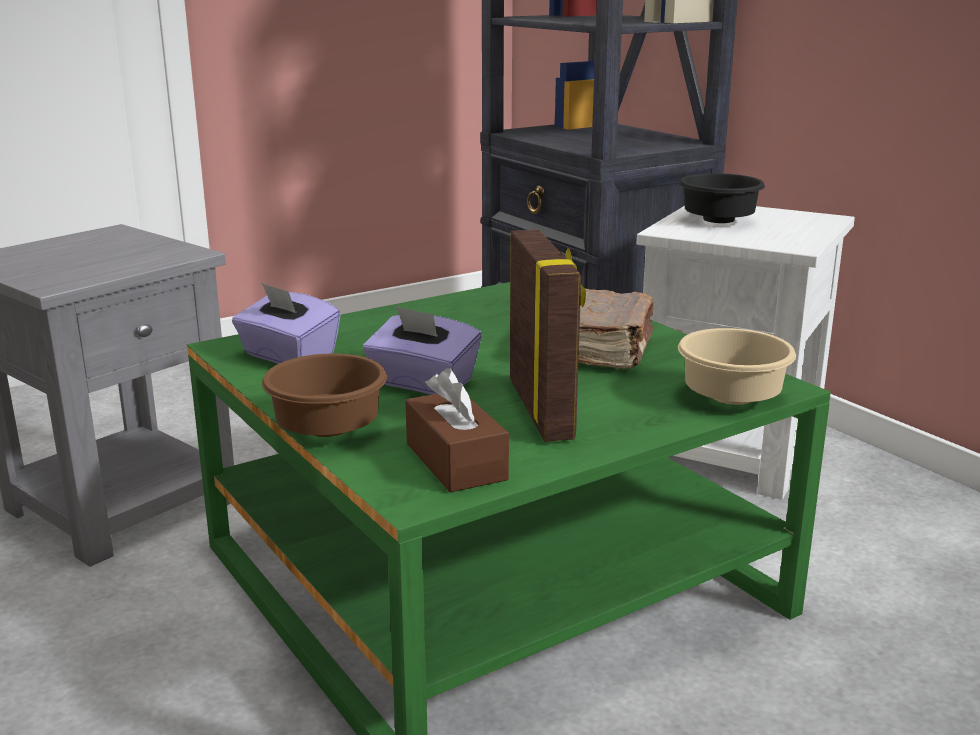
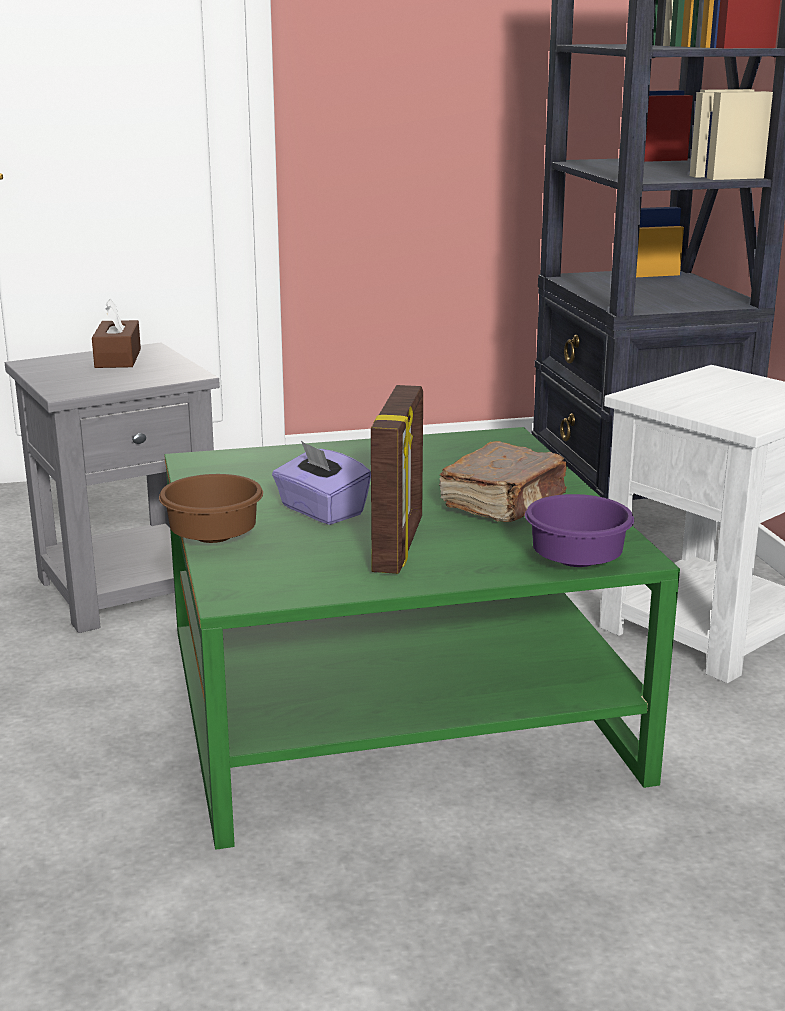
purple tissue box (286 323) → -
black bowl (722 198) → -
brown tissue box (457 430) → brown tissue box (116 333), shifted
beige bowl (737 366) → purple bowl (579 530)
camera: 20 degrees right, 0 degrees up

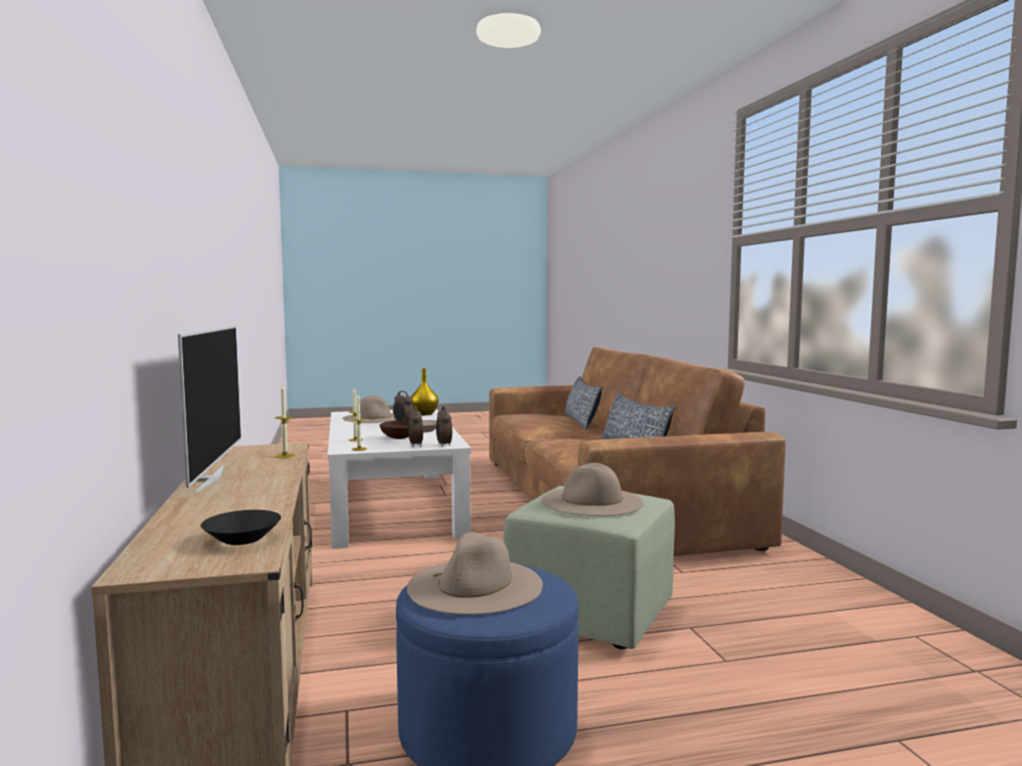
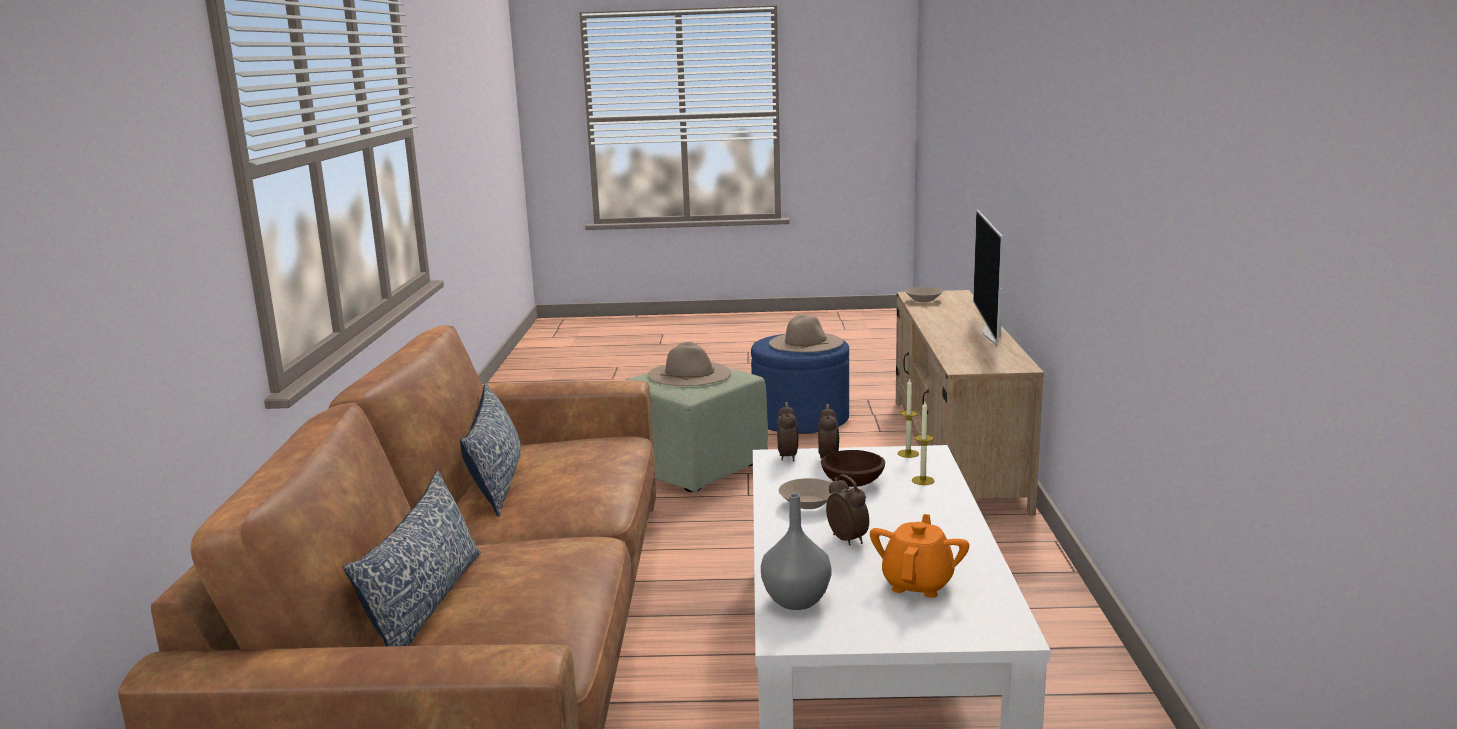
candle (285 421) → -
beige hat (369 409) → orange teapot (919 556)
black bowl (241 527) → beige bowl (924 294)
yellow vase (424 391) → grey vase (796 552)
camera: 165 degrees left, 10 degrees up

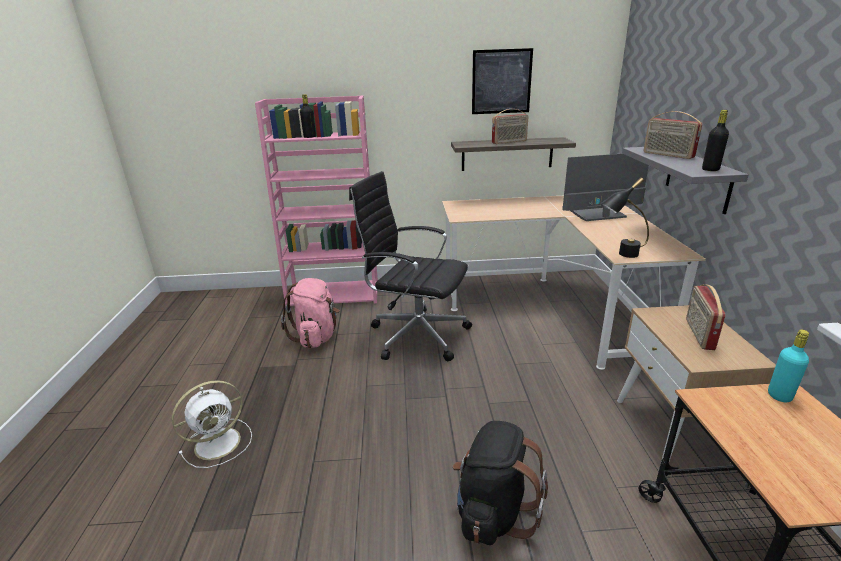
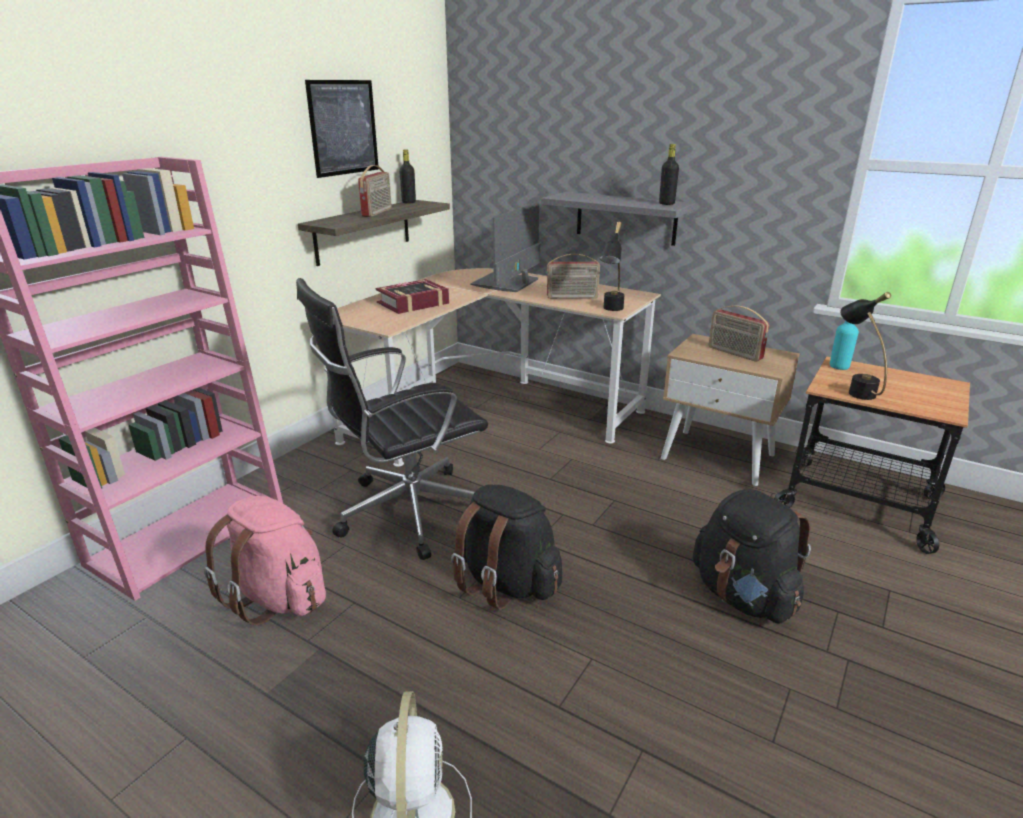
- → book (412 296)
- → black backpack (506 547)
- → black table lamp (865 346)
black bottle (308 116) → black bottle (407 177), shifted
radio (673 135) → radio (573 276), shifted
camera: 55 degrees left, 0 degrees up

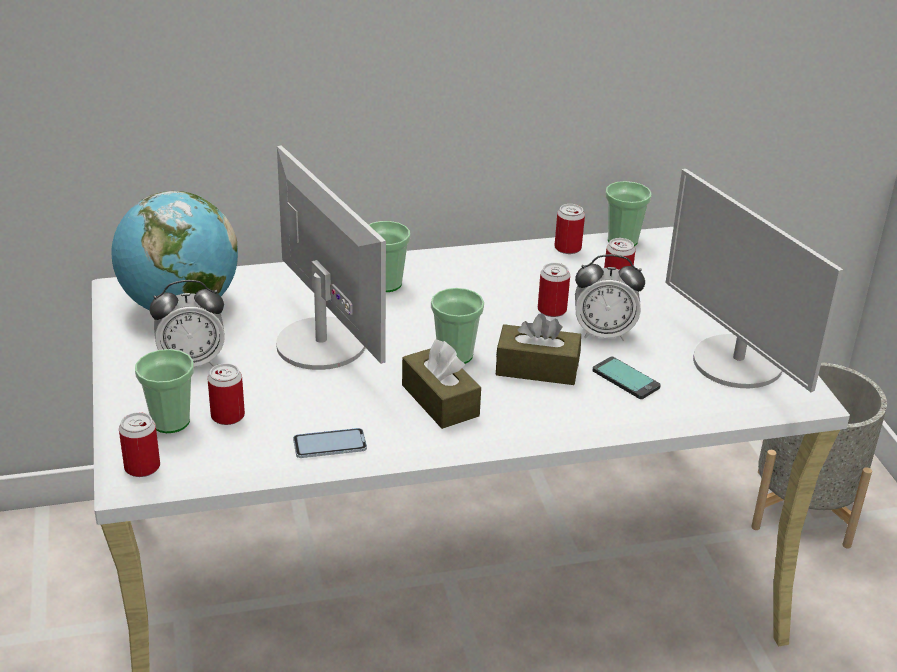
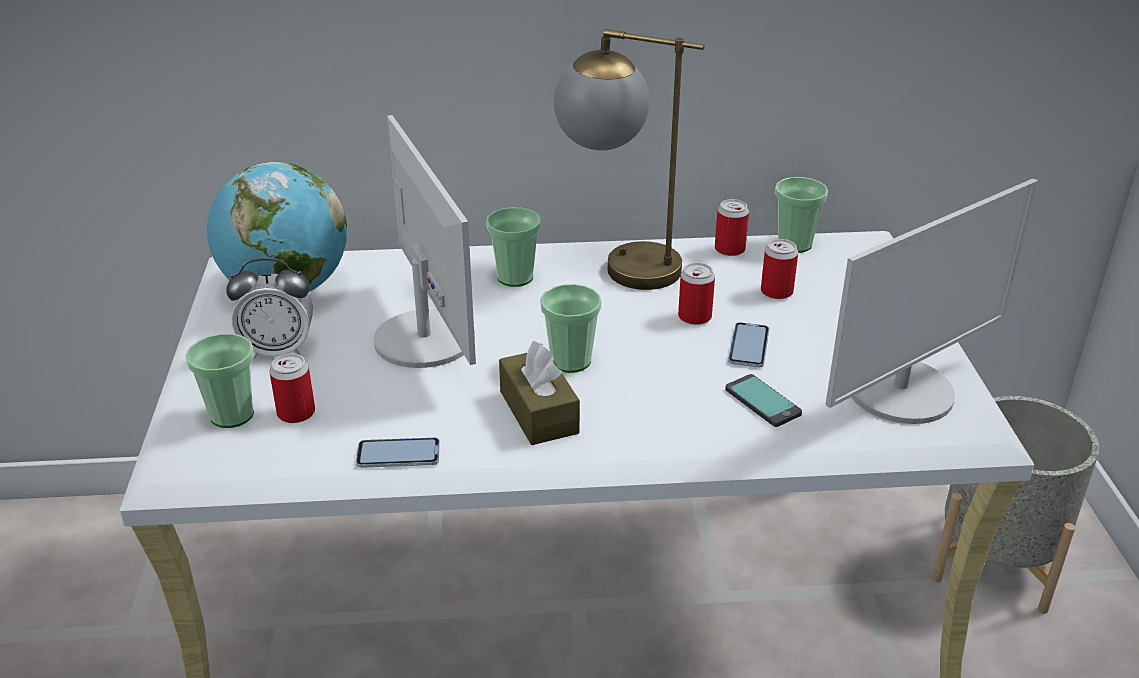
can (139 444) → -
brown tissue box (538 349) → -
- → table lamp (629 159)
alarm clock (610 297) → phone (748 344)
monitor (754 280) → monitor (931 301), 105 degrees counterclockwise
camera: 10 degrees right, 0 degrees up

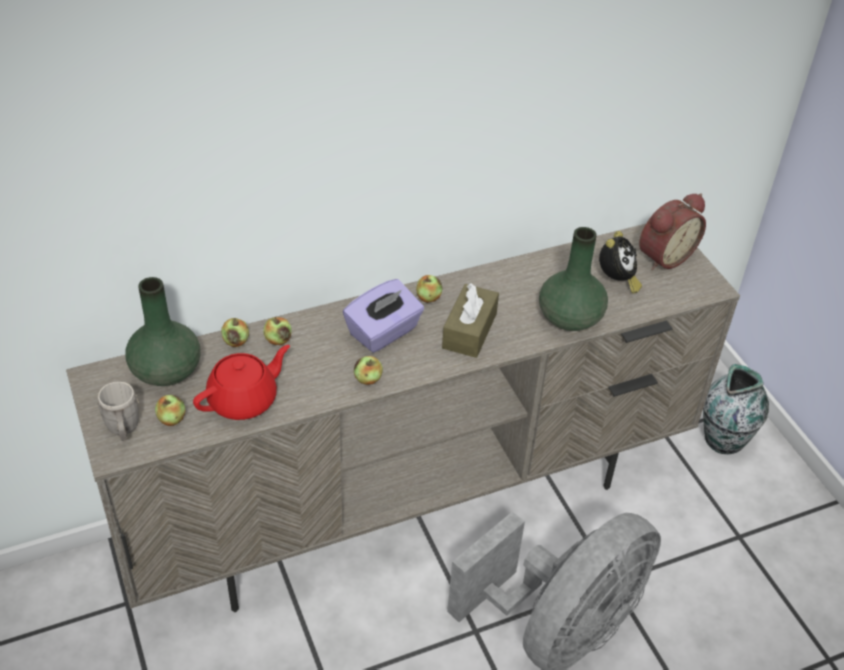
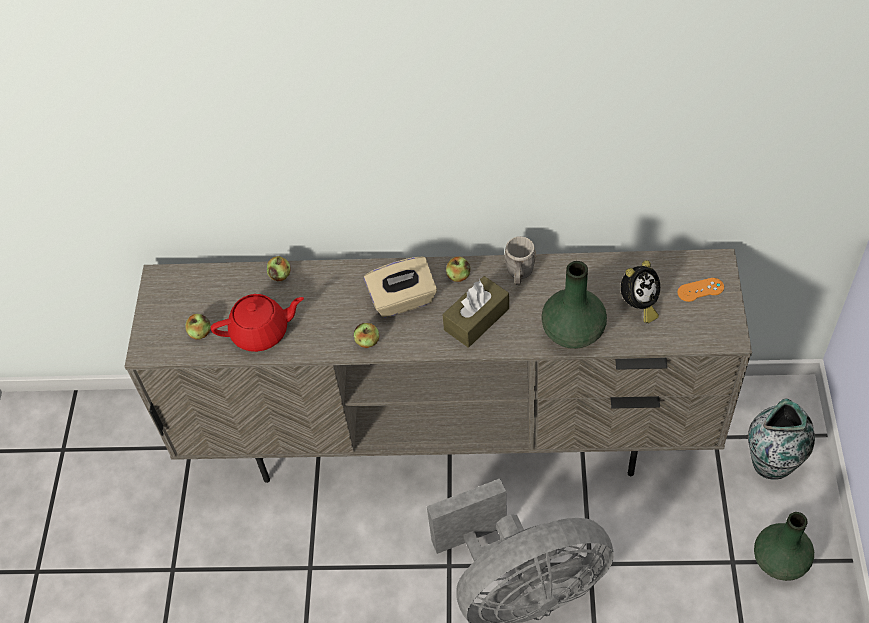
apple (277 331) → -
grey mug (118 411) → grey mug (520 260), shifted
green vase (163 331) → green vase (784 546), shifted
alarm clock (672 231) → orange game controller (701 290)
purple tissue box (383 316) → beige tissue box (400 287)
camera: 30 degrees right, 10 degrees up

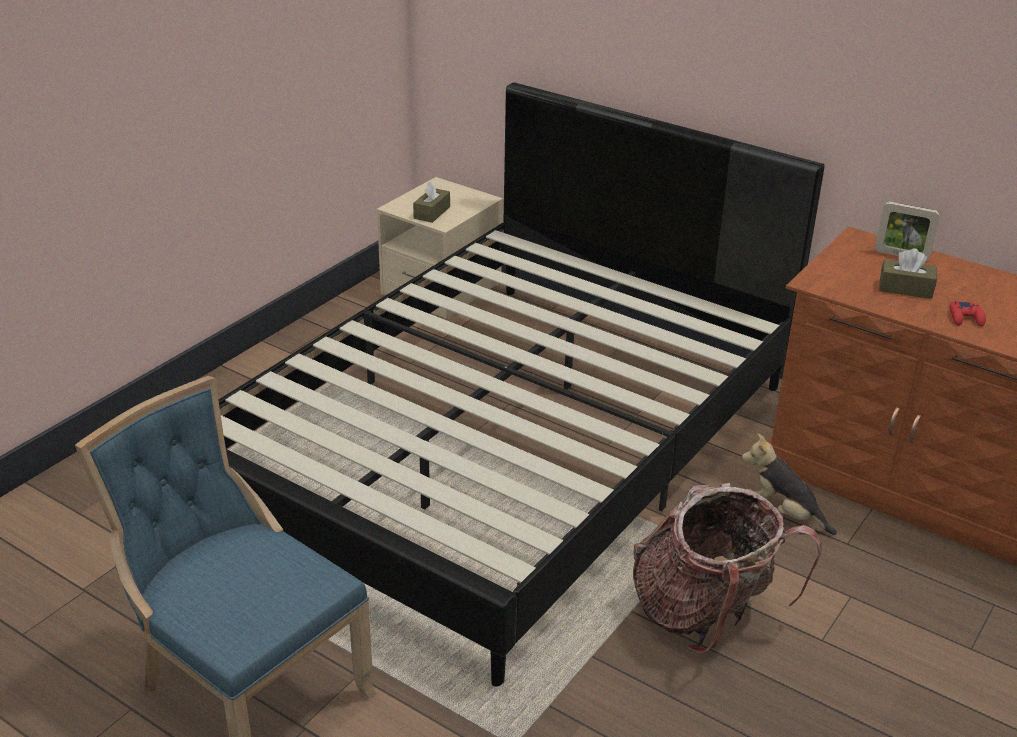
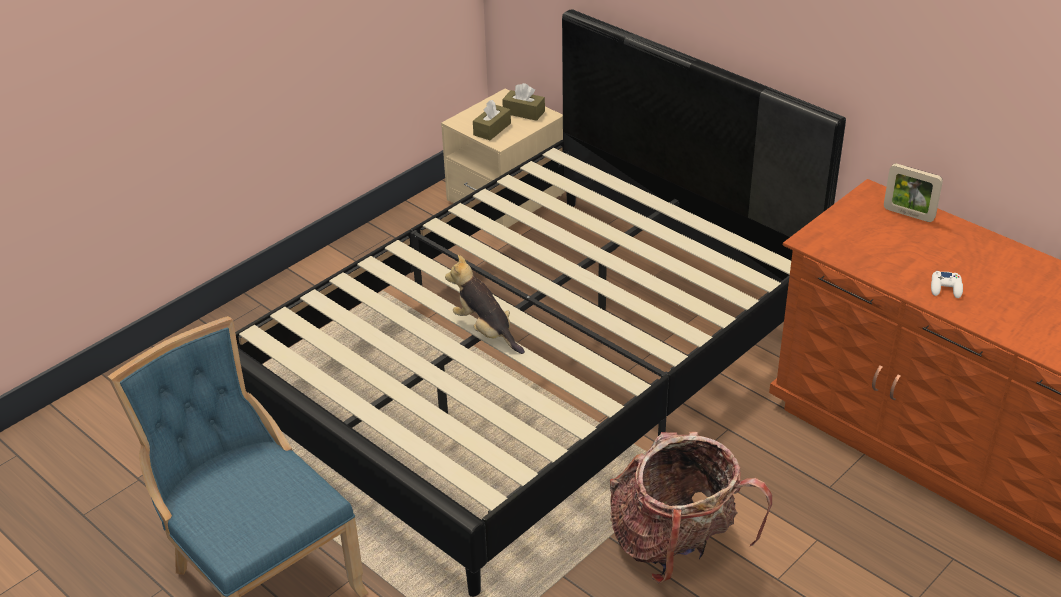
plush toy (789 484) → plush toy (485 304), shifted
brown tissue box (908 273) → brown tissue box (523 102), shifted
red game controller (967 313) → white game controller (947 284)
camera: 10 degrees right, 5 degrees up

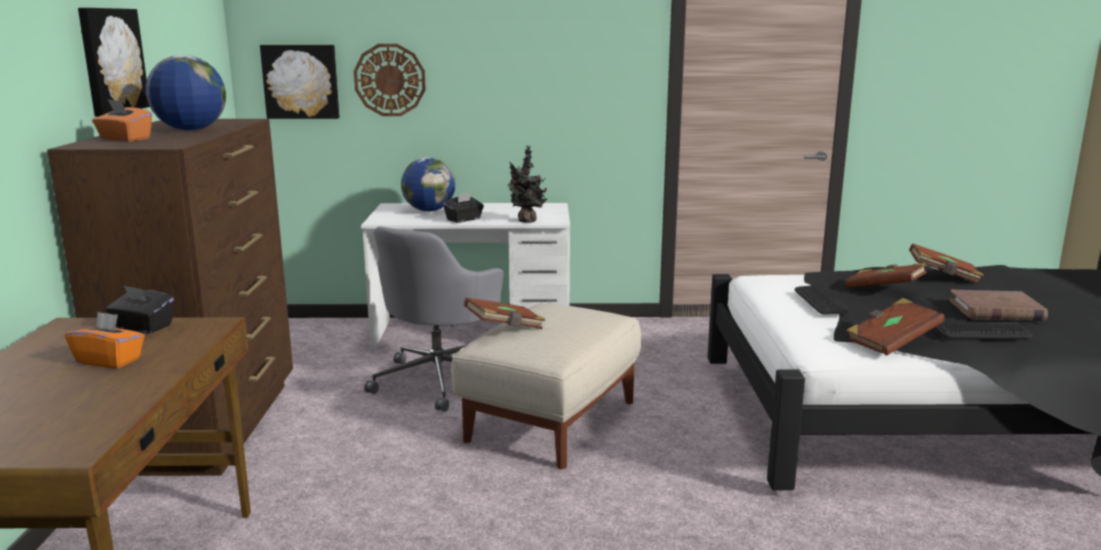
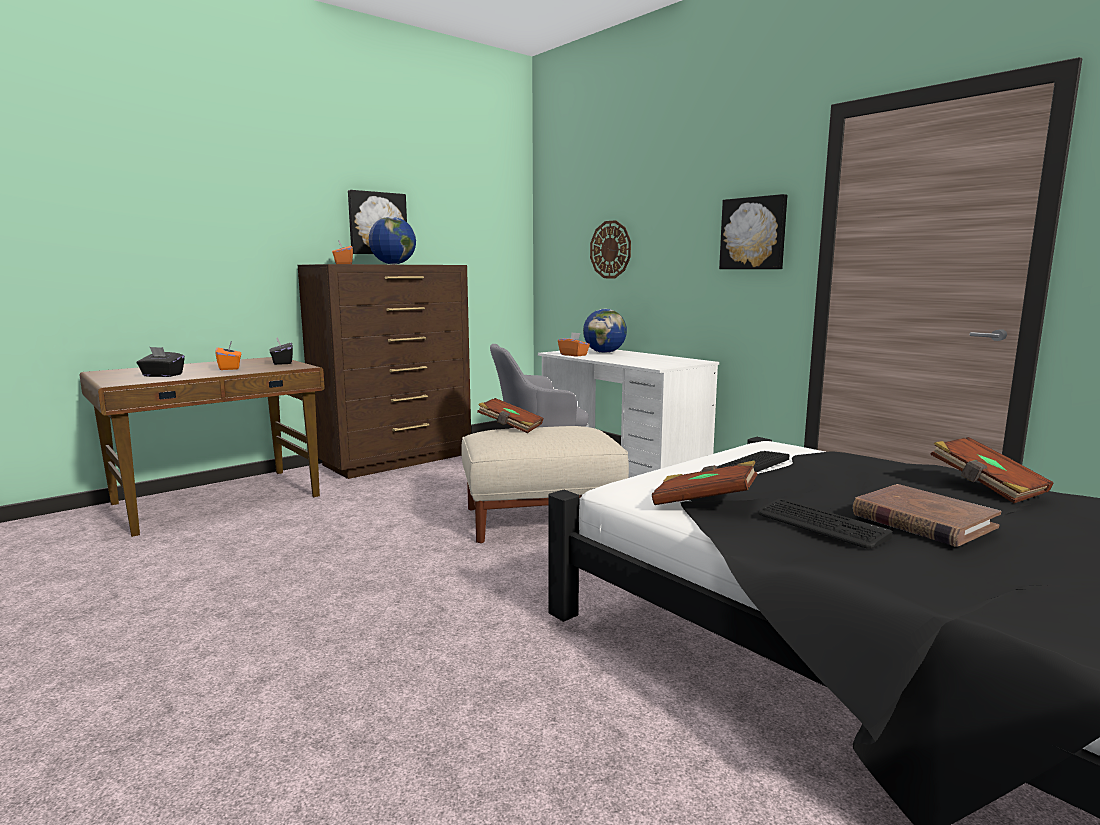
potted plant (527 184) → -
brown book (886 275) → -
- → orange tissue box (574 344)
picture (300 82) → picture (753 231), shifted
black tissue box (463 207) → black tissue box (161 362), shifted
camera: 50 degrees right, 5 degrees down

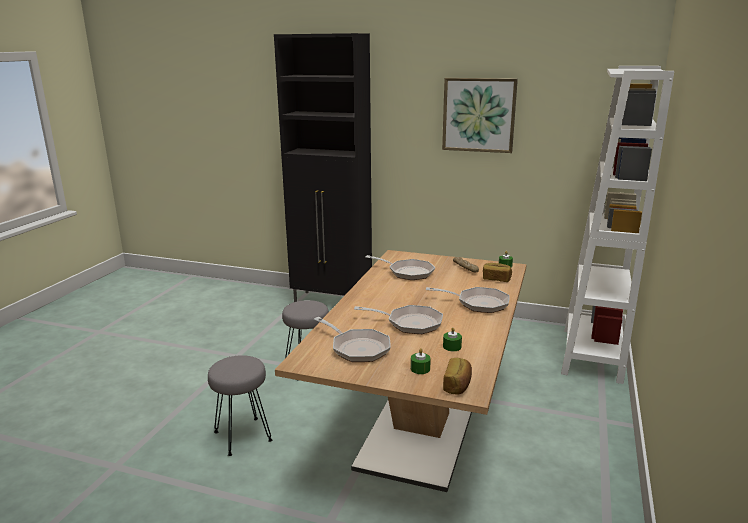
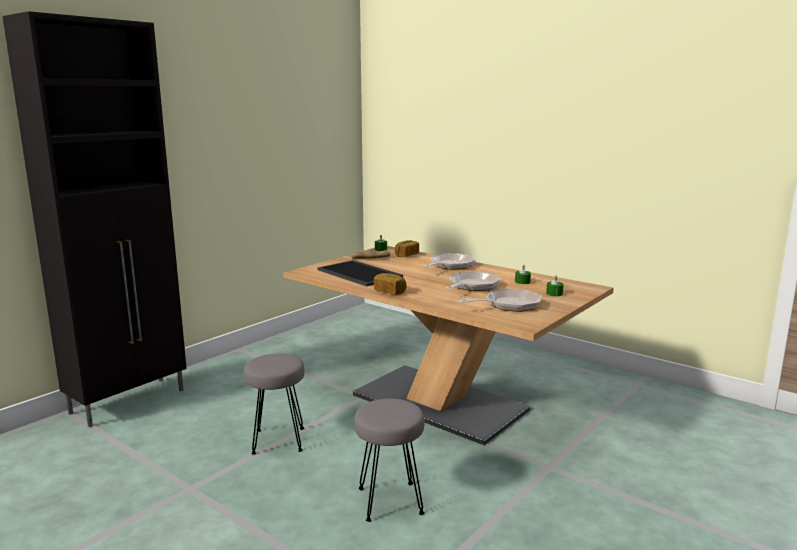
picture (480 115) → -
white bookcase (617 225) → -
bread (457 376) → bread (390 284), shifted
frying pan (400 267) → tray (360 273)
camera: 70 degrees left, 5 degrees down

